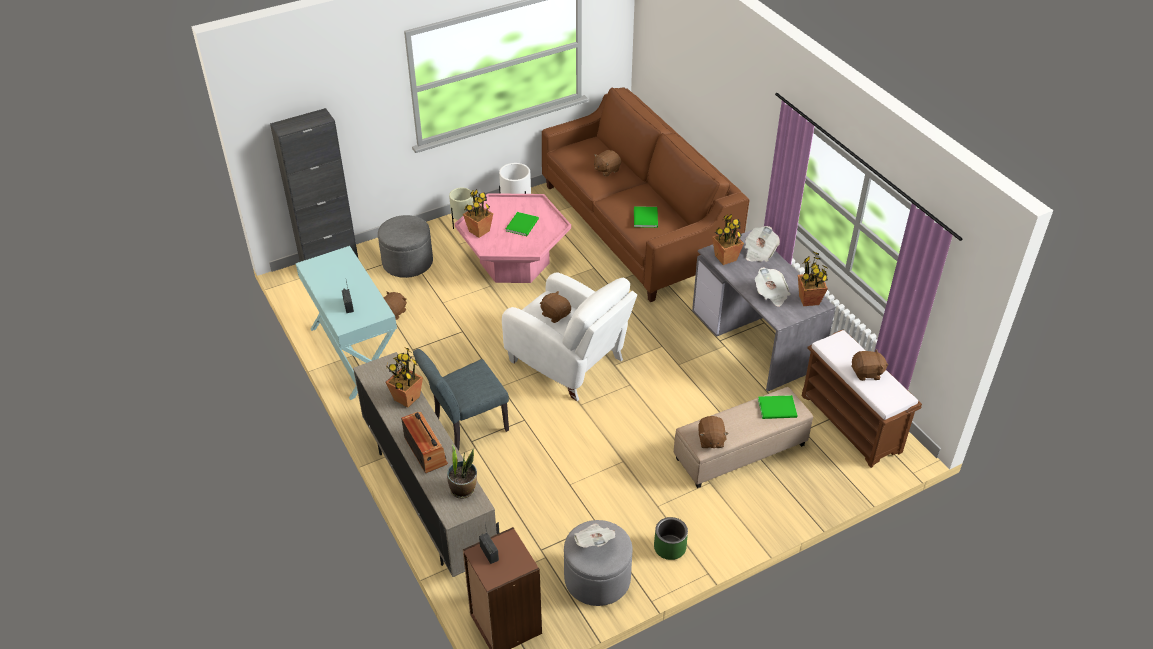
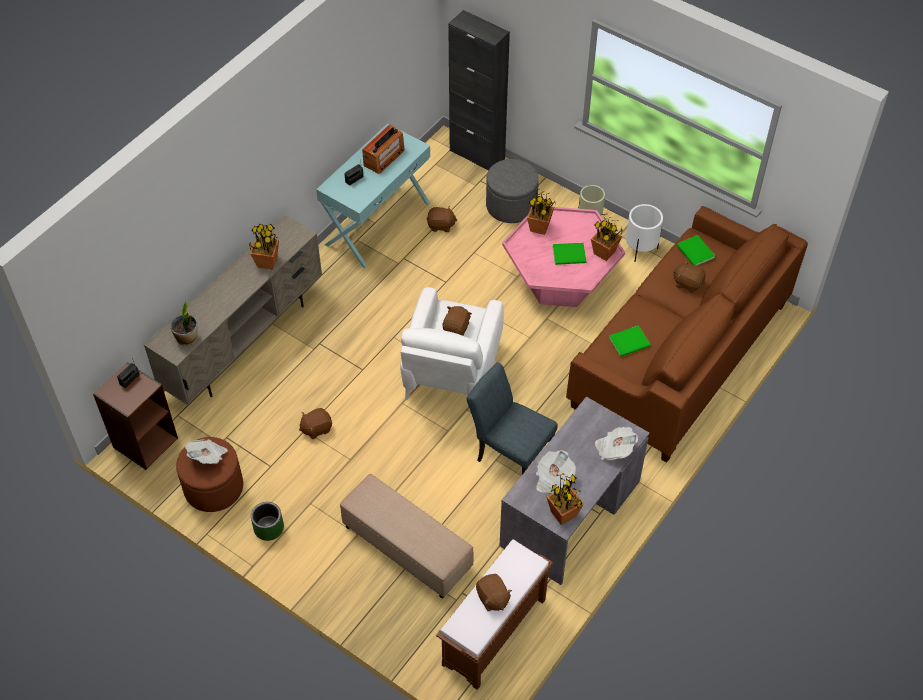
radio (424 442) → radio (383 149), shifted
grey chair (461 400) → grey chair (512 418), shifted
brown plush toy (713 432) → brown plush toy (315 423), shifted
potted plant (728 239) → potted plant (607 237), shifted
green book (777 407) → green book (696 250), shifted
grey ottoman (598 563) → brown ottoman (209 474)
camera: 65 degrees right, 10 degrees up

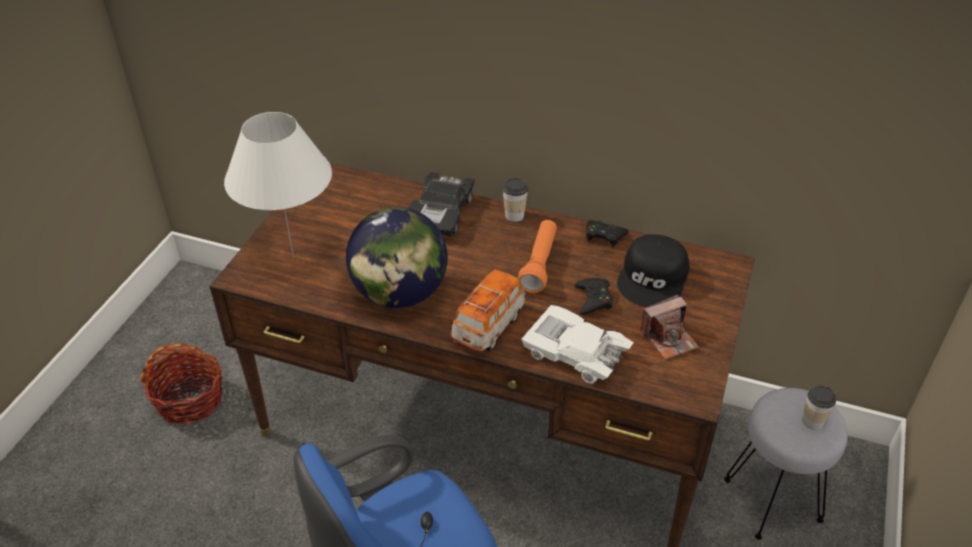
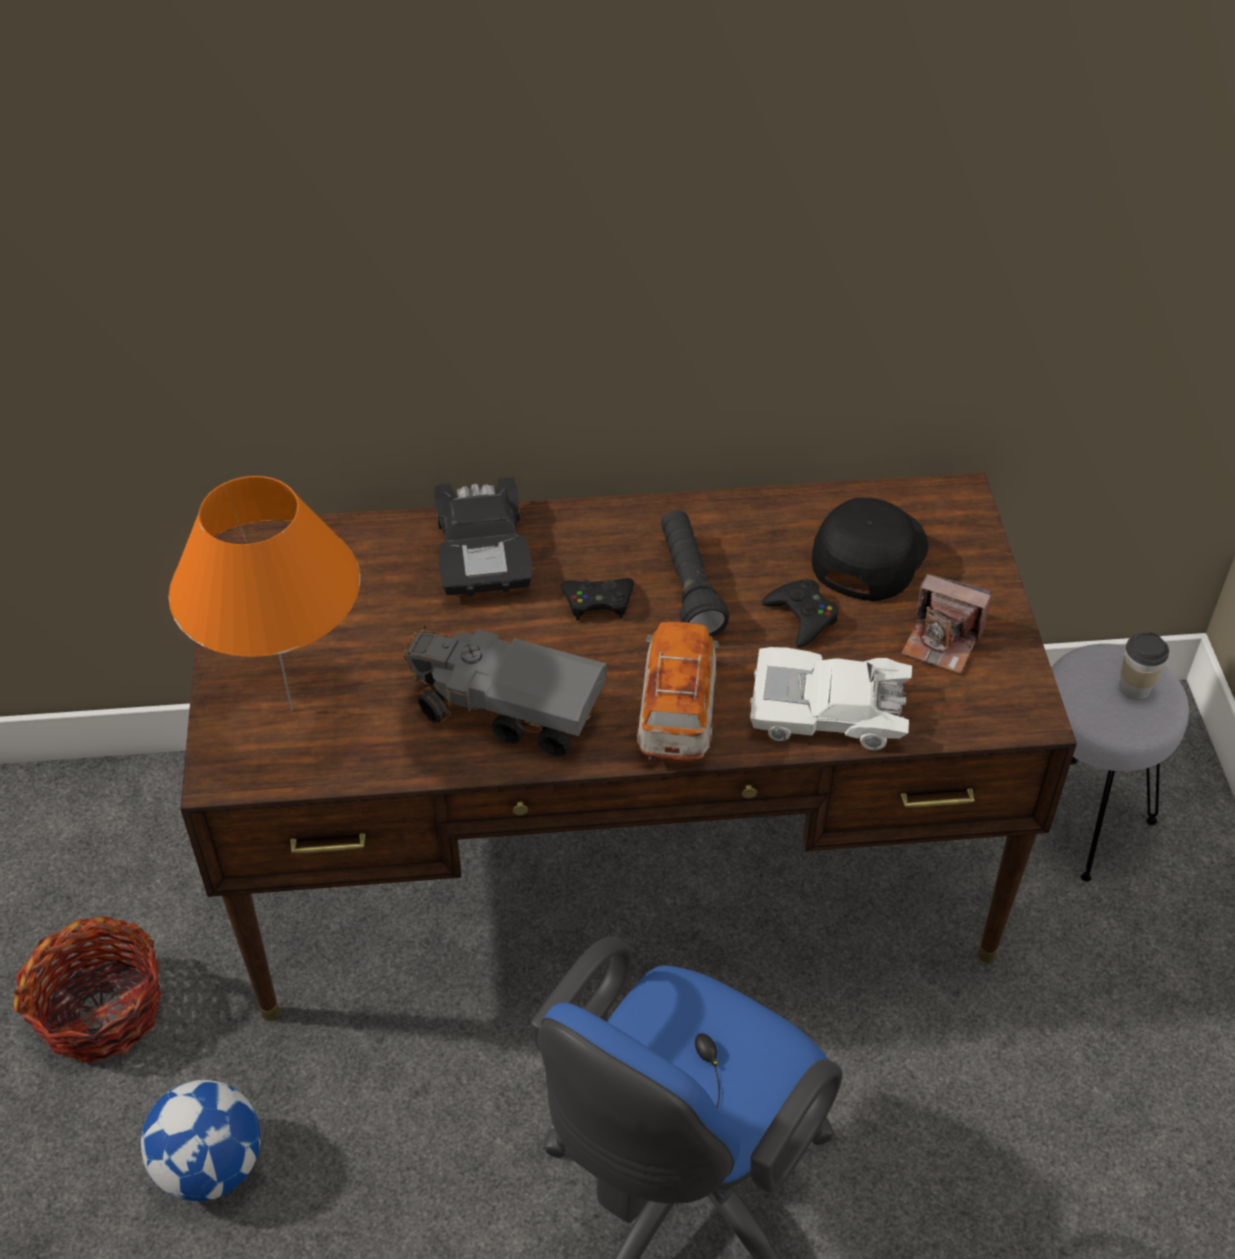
cup (515 200) → -
- → football (201 1140)
black game controller (607 233) → black game controller (597 599), shifted
globe (397 257) → toy truck (504 691)
white table lamp (278 185) → orange table lamp (264 593)
orange flashlight (537 256) → black flashlight (695 574)
black cap (653 270) → black cap (870 549), 150 degrees counterclockwise
photo camera (670 327) → photo camera (946 624), 75 degrees clockwise
camera: 25 degrees left, 5 degrees up

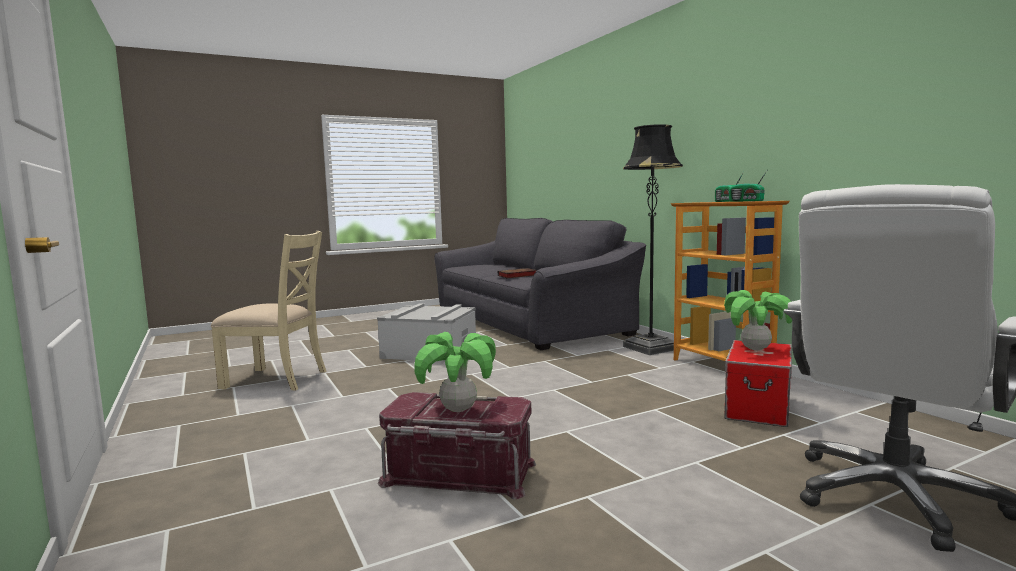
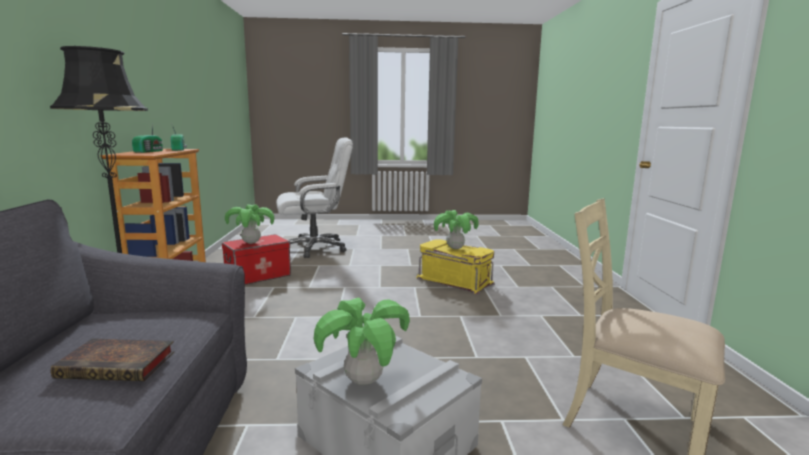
- → potted plant (362 341)
red storage box (457 445) → yellow storage box (455 267)
camera: 155 degrees left, 5 degrees up

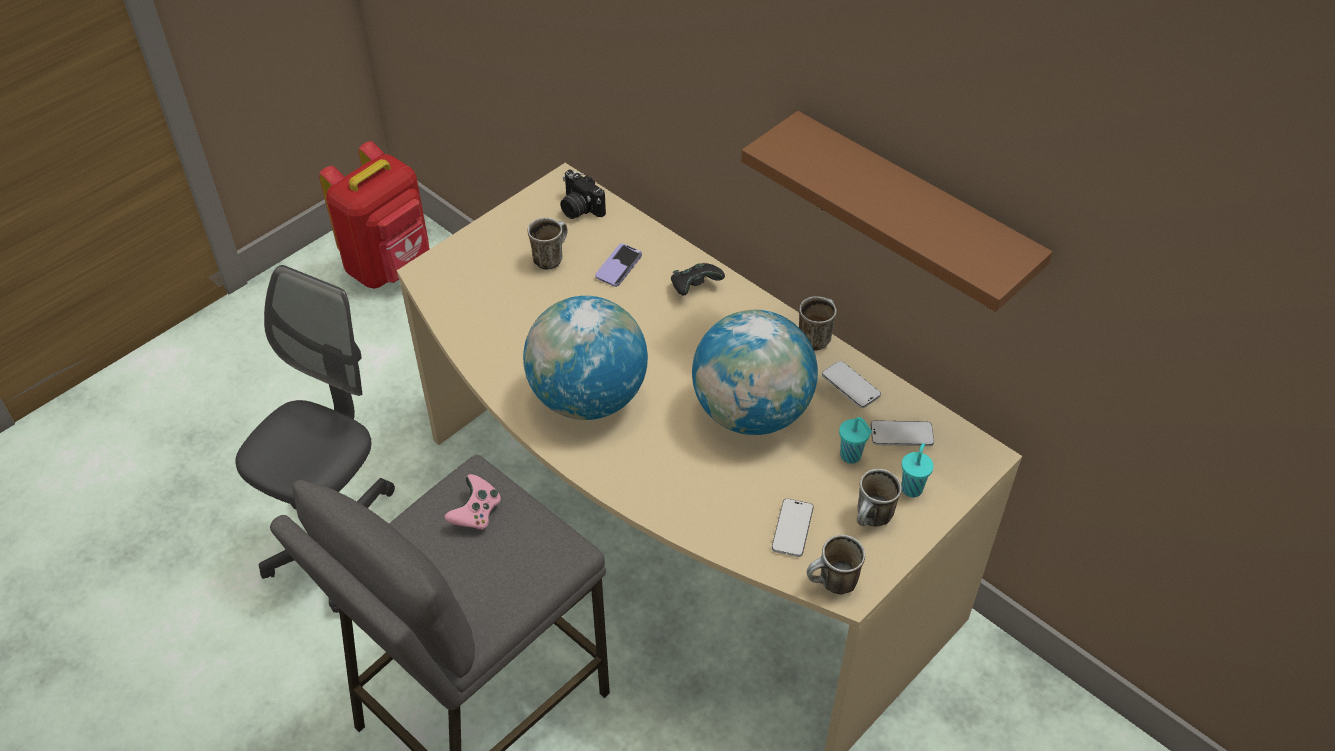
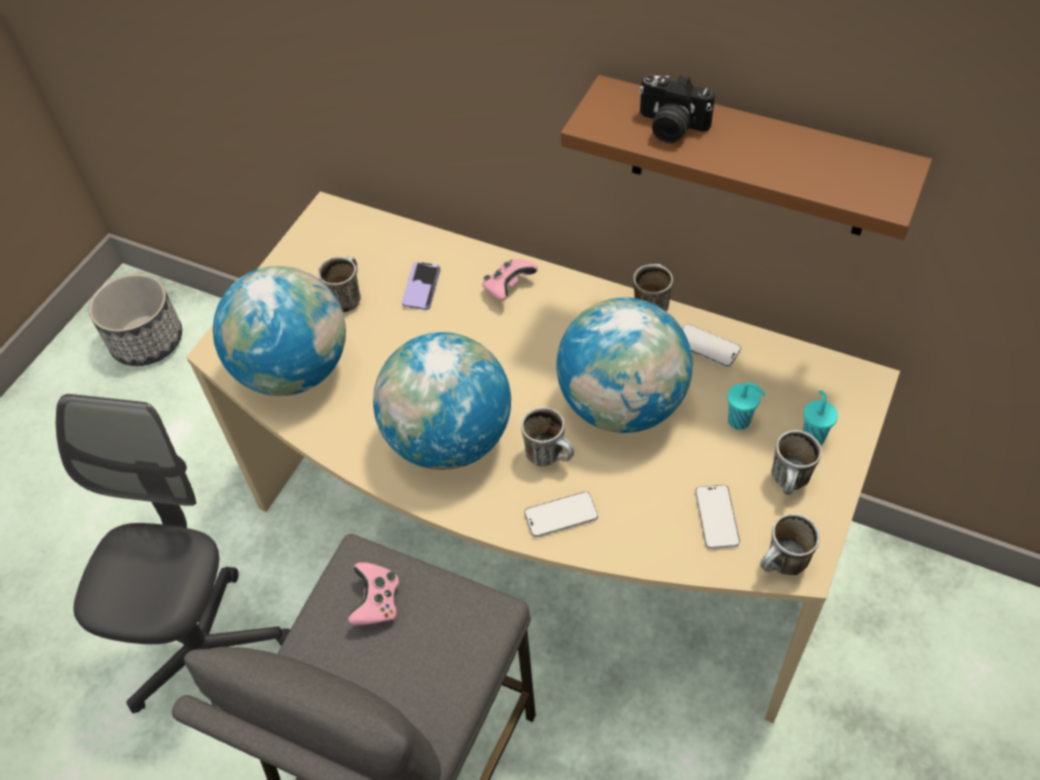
- → globe (279 331)
- → mug (547 436)
photo camera (583 194) → photo camera (677 109), shifted
phone (902 433) → phone (561 514), shifted
red backpack (374 215) → planter (135 319)
black game controller (698 279) → pink game controller (510 280)
camera: 15 degrees left, 5 degrees up

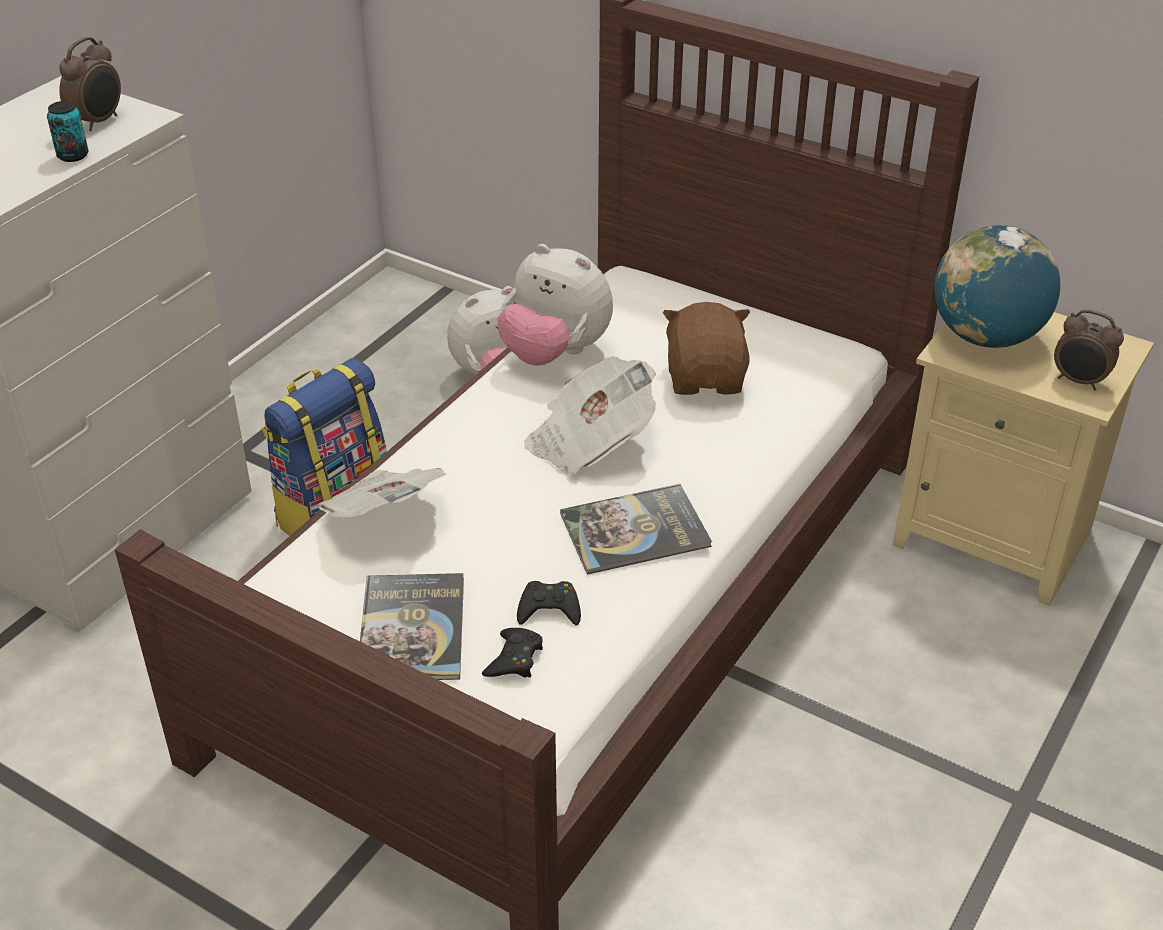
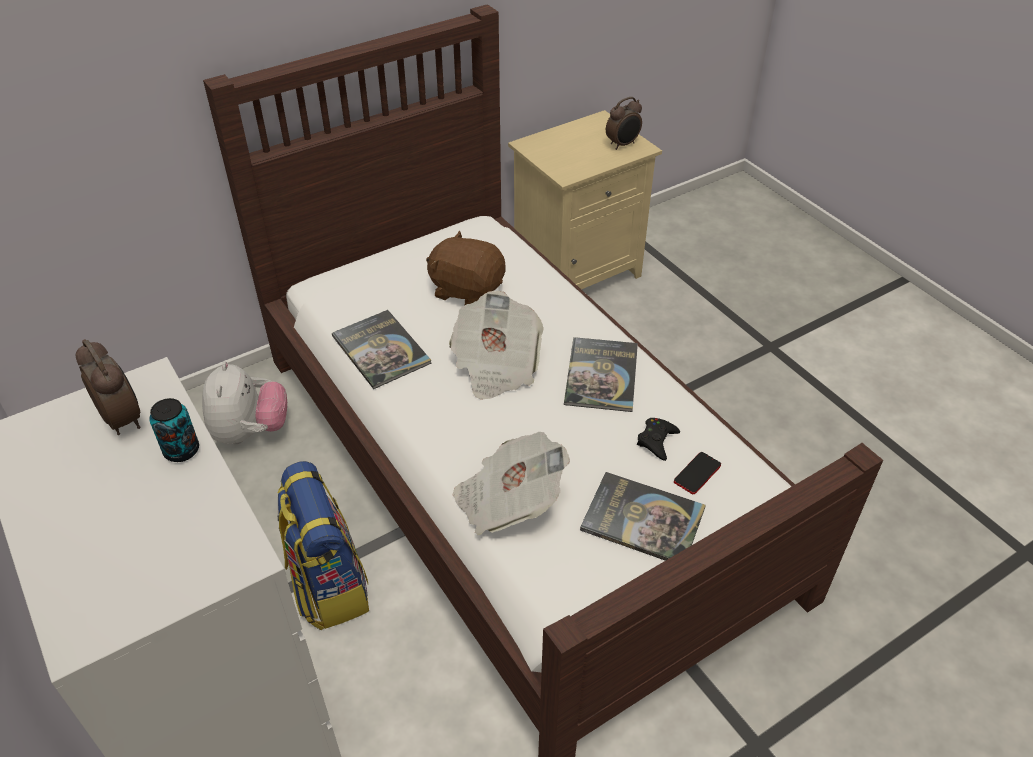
globe (997 286) → -
black game controller (512 652) → phone (697 473)
plush toy (555 305) → book (382 349)
camera: 65 degrees left, 5 degrees up

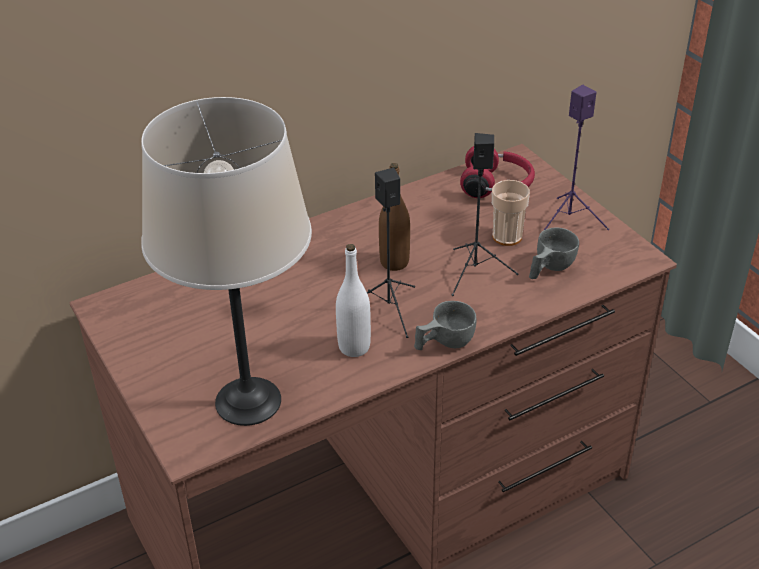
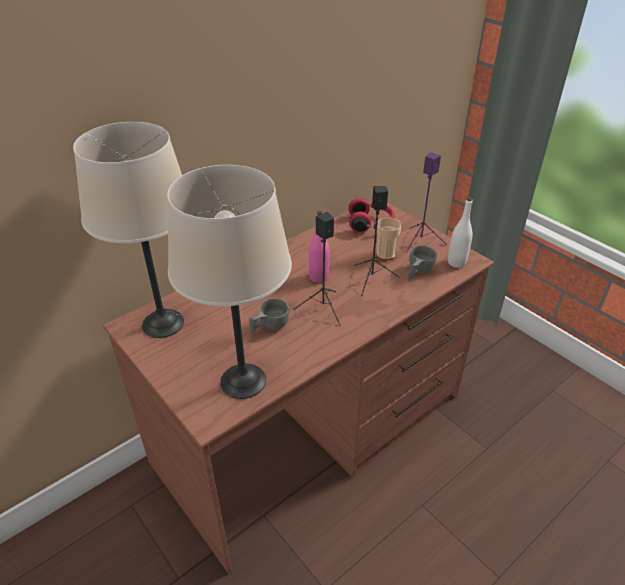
- → beige table lamp (128 230)
white bottle (353 300) → white bottle (460 232), shifted
grey cup (445 325) → grey cup (269 315), shifted
brown bottle (394 217) → pink bottle (319 247)
camera: 10 degrees left, 0 degrees up

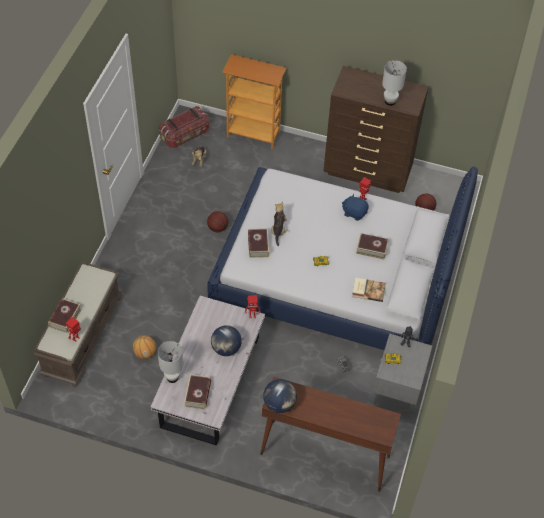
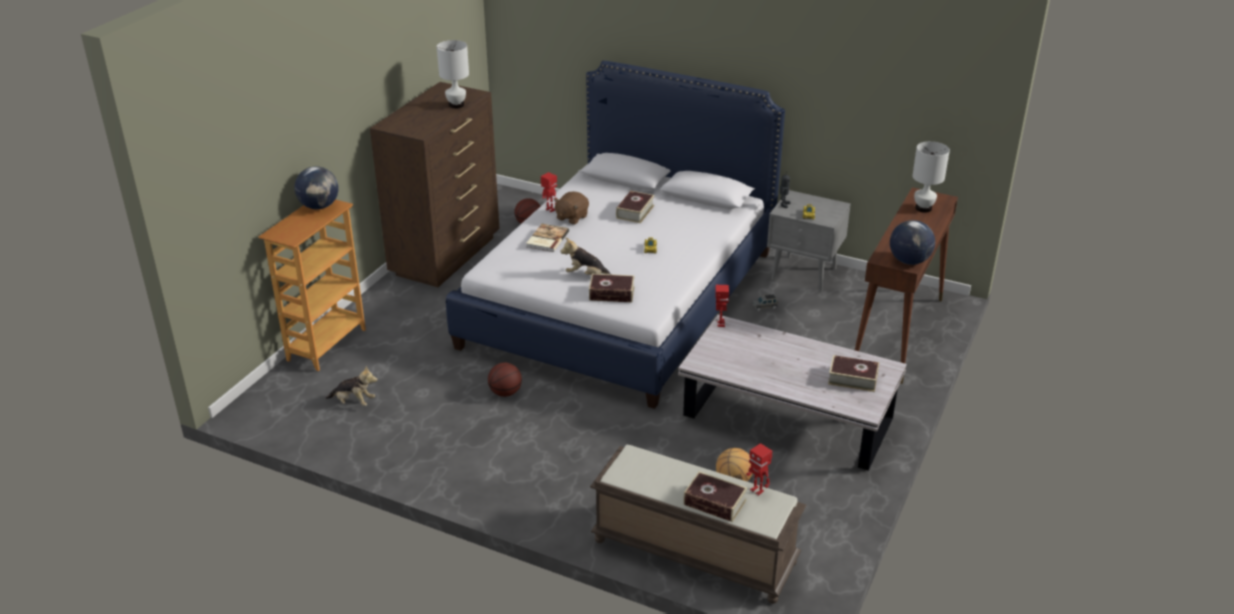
storage box (184 127) → -
white table lamp (170 362) → white table lamp (931 177), shifted
globe (226 340) → globe (316 187), shifted
book (369 290) → book (547 238), shifted
blue plush toy (355 207) → brown plush toy (571 208)
camera: 80 degrees left, 20 degrees down

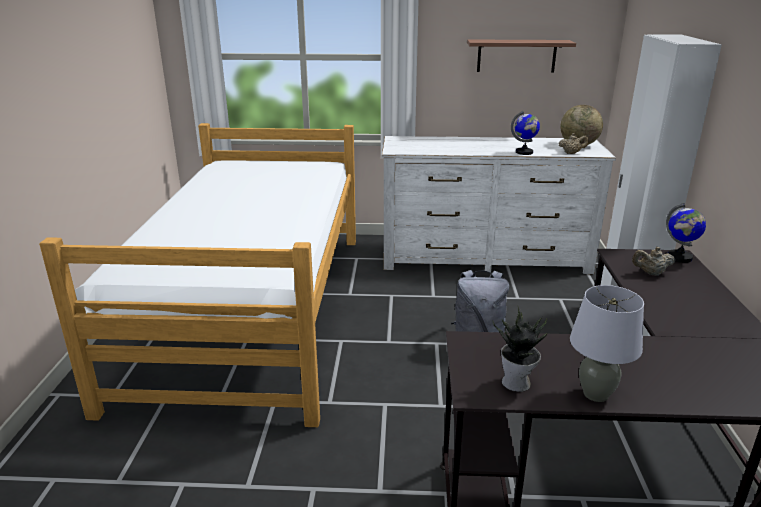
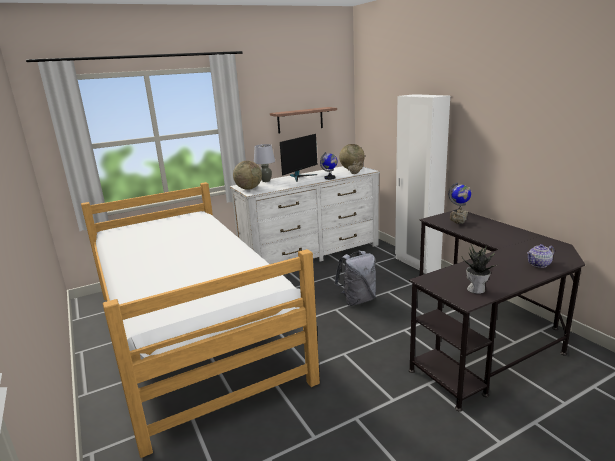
- → globe (247 175)
- → monitor (299 158)
- → teapot (540 256)
grey table lamp (607 343) → grey table lamp (264 163), shifted
camera: 30 degrees left, 5 degrees down

